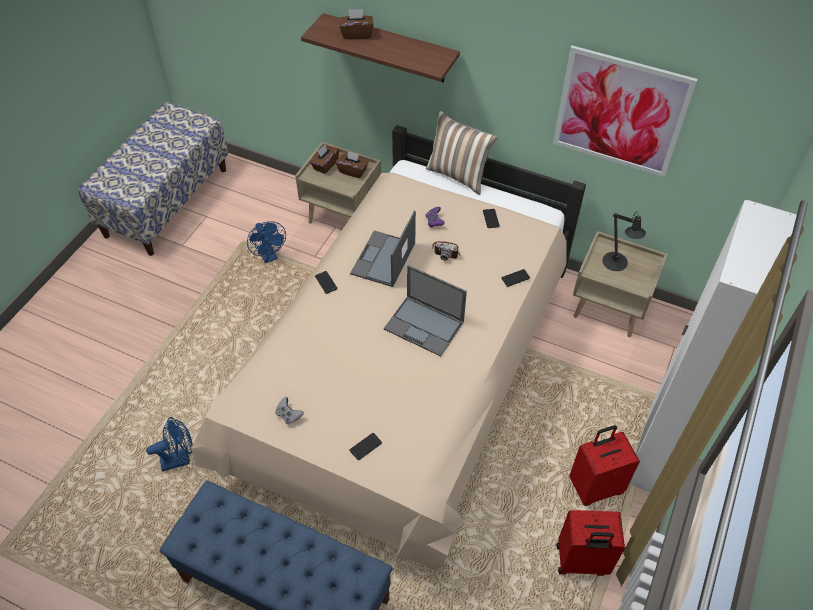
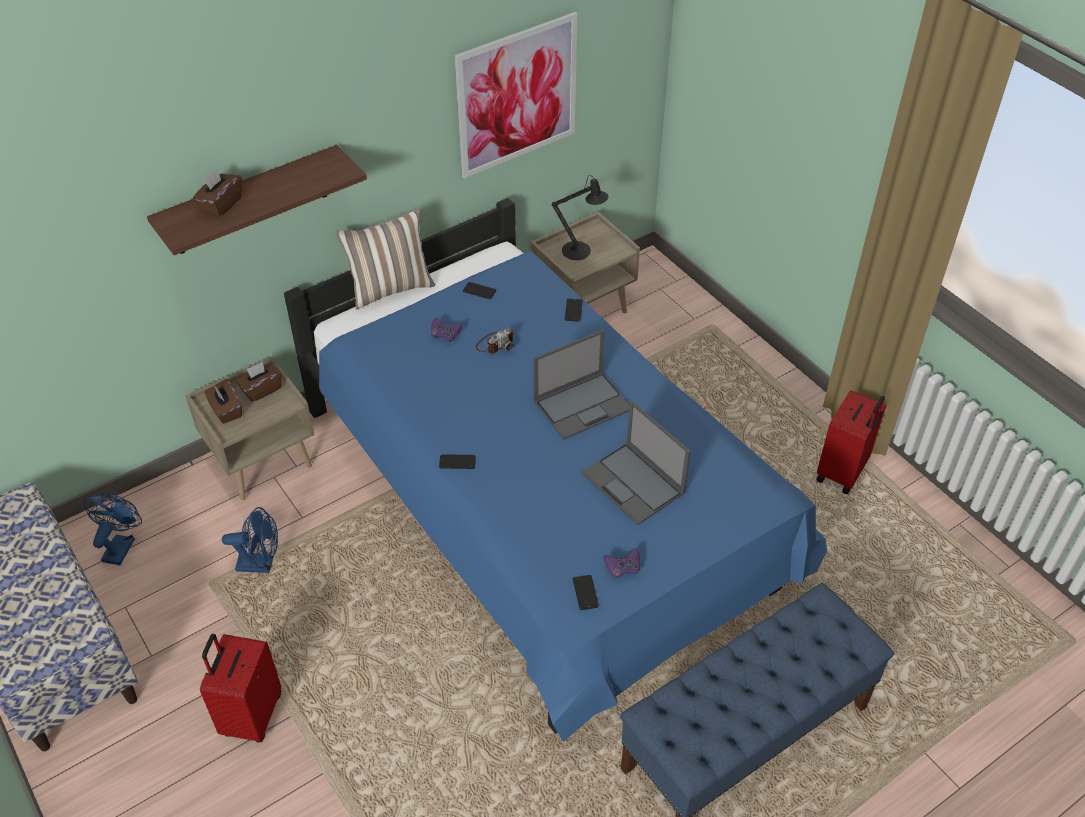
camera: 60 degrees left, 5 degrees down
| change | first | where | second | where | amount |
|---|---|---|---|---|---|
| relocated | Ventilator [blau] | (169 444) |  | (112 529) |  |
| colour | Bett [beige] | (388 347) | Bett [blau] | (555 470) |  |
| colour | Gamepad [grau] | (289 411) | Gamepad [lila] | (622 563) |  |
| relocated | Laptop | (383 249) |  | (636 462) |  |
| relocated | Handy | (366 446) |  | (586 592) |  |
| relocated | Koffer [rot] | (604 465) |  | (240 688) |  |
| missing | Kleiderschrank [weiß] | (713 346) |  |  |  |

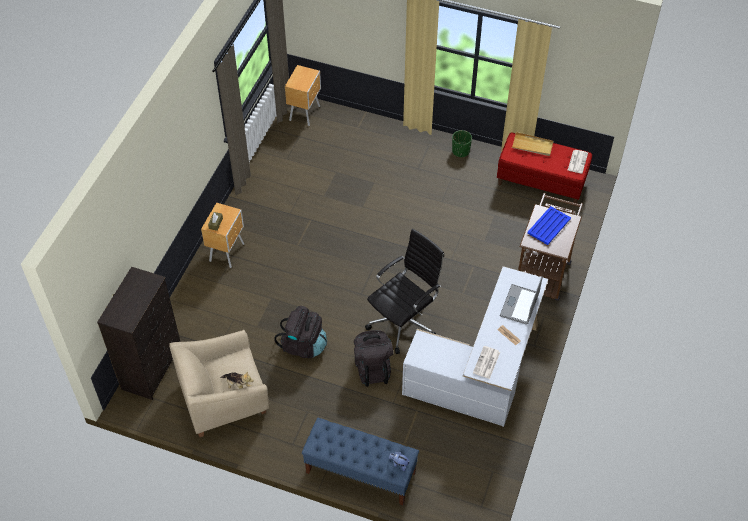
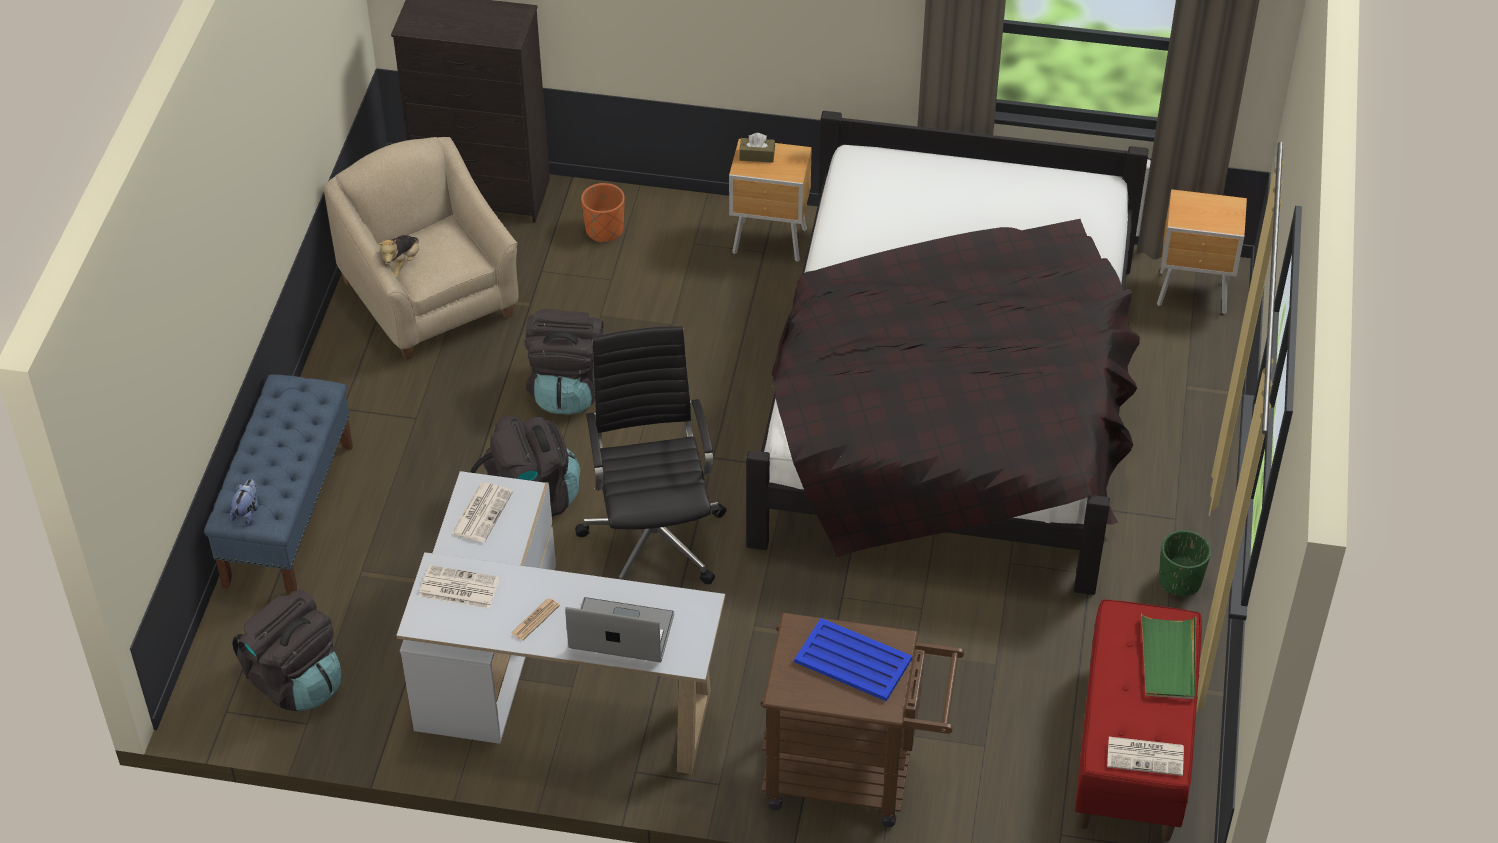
camera: 80 degrees right, 5 degrees down
| change | first | where | second | where | amount |
|---|---|---|---|---|---|
| spun | Bürostuhl [schwarz] | (404 291) |  | (651 455) | 135 degrees counterclockwise |
| colour | Tablett [beige] | (532 144) | Tablett [grün] | (1168 656) |  |
| appeared |  |  | Rucksack [schwarz] | (286 650) |  |
| appeared |  |  | Zeitung | (482 513) |  |
| appeared |  |  | Pflanzkübel [orange] | (603 213) |  |
| appeared |  |  | Bett [schwarz] | (947 353) |  |

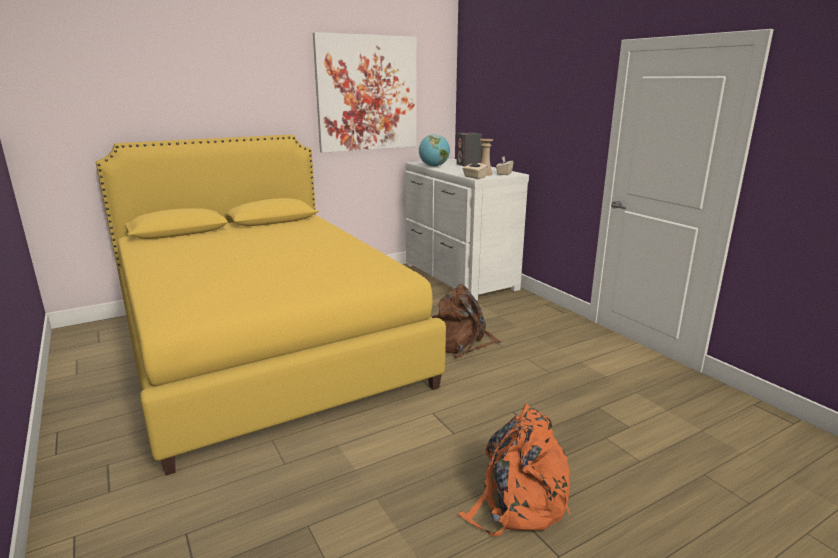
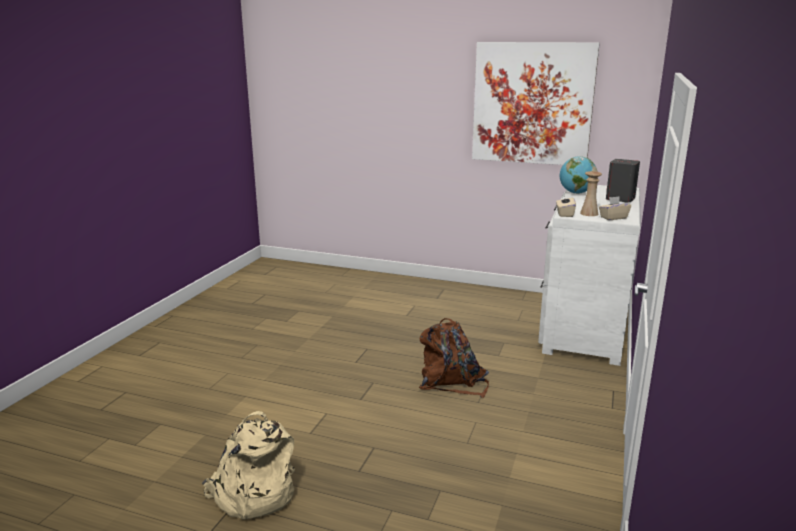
camera: 50 degrees right, 0 degrees up
| change | first | where | second | where | amount |
|---|---|---|---|---|---|
| missing | Bett [gelb] | (271 305) |  |  |  |
| colour | Rucksack [orange] | (514 470) | Rucksack [beige] | (248 465) |  |

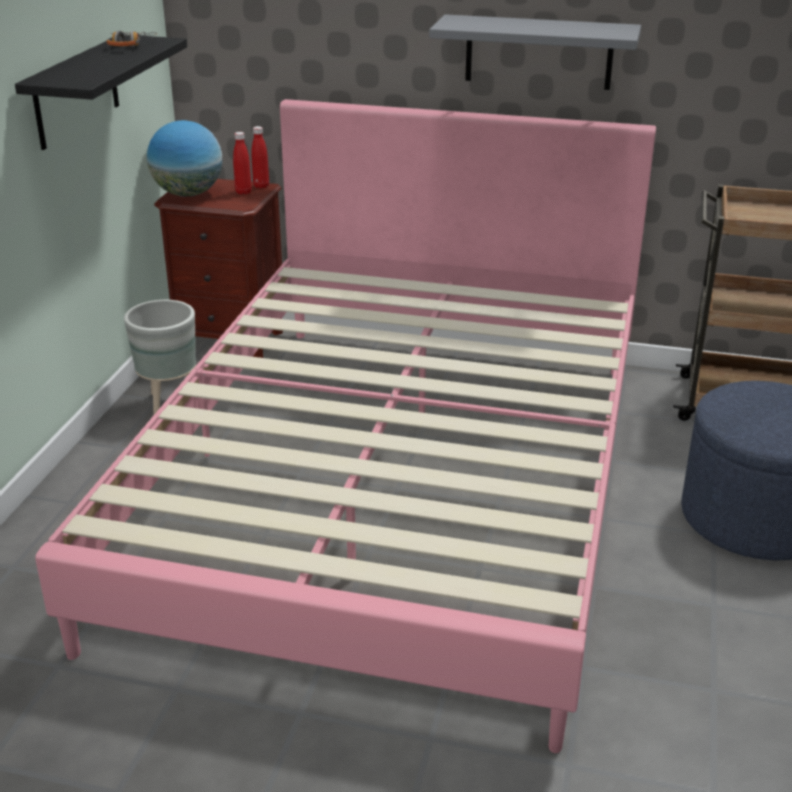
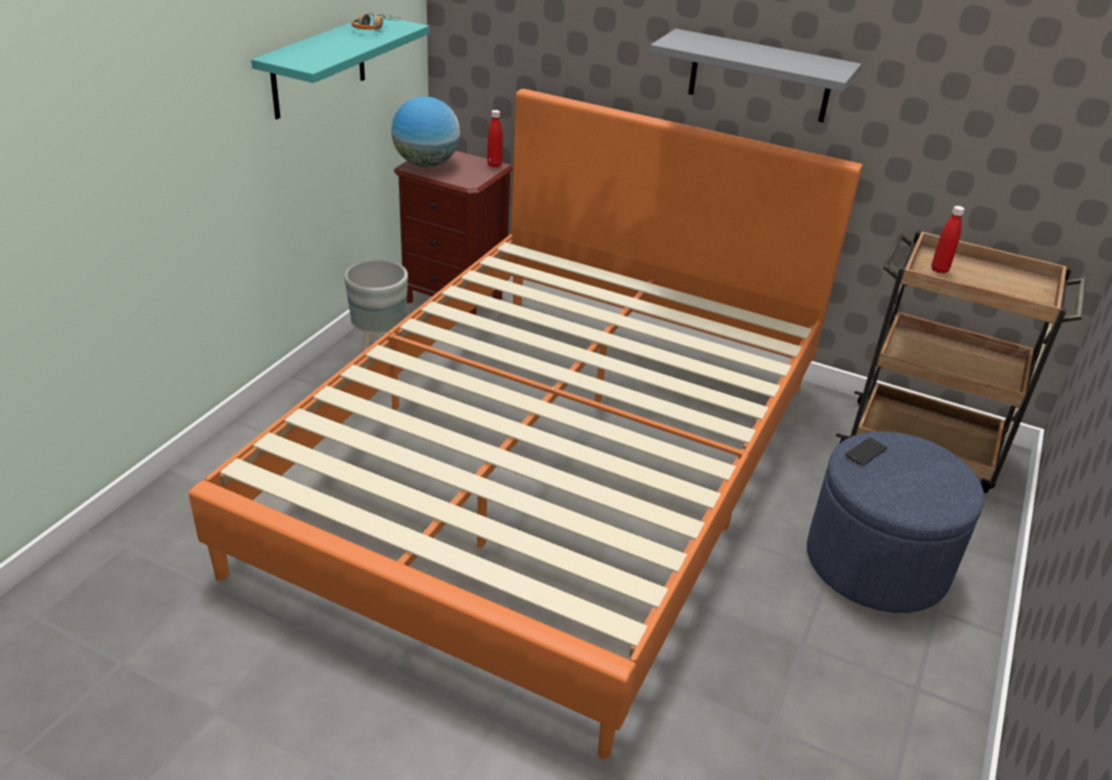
camera: 10 degrees right, 5 degrees up
| change | first | where | second | where | amount |
|---|---|---|---|---|---|
| colour | Wandregal [schwarz] | (101 92) | Wandregal [türkis] | (340 66) |  |
| colour | Bett [rosa] | (345 426) | Bett [orange] | (526 423) |  |
| relocated | Flasche [rot] | (242 163) |  | (948 240) |  |
| appeared |  |  | Handy | (866 451) |  |

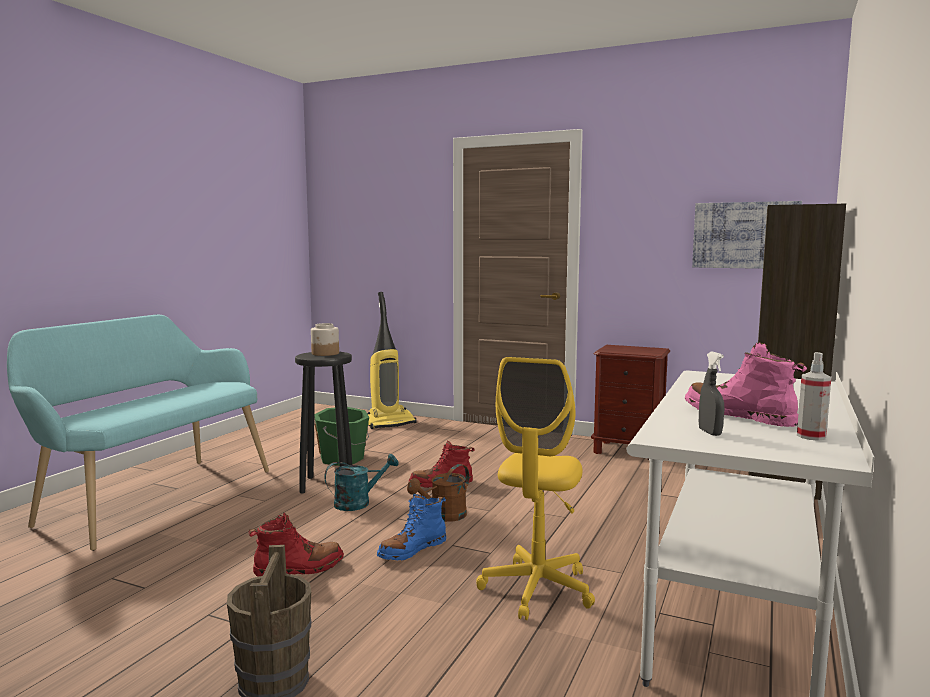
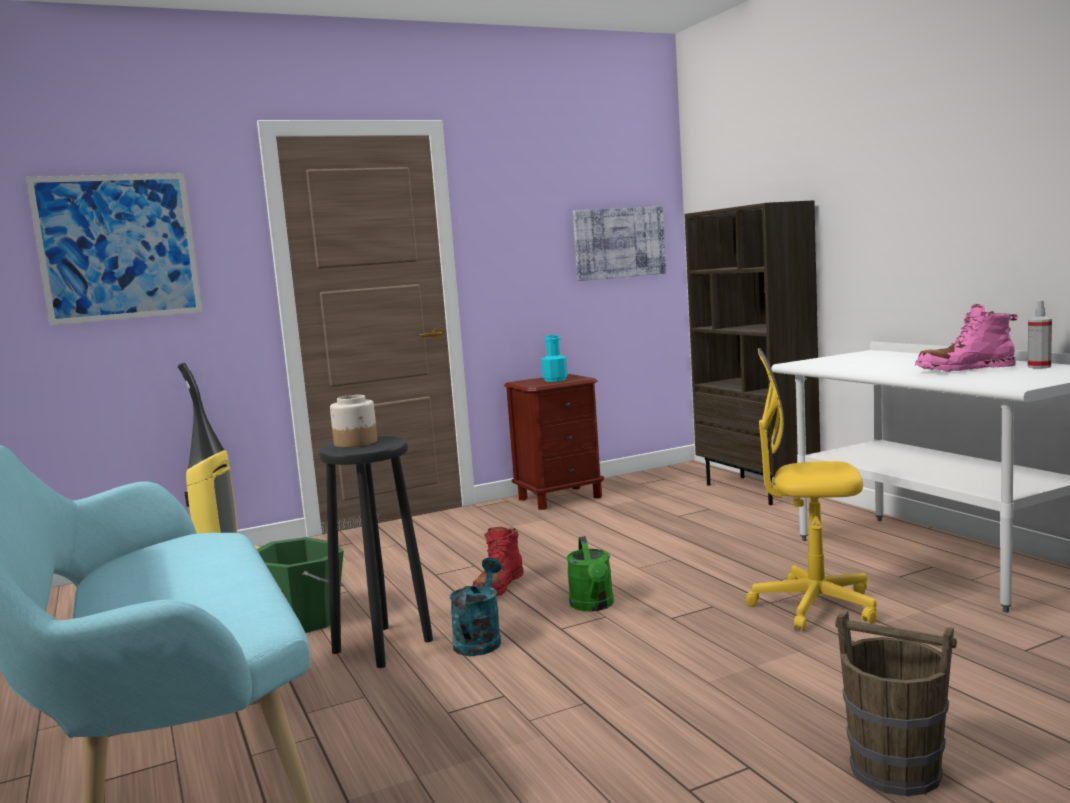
camera: 50 degrees left, 0 degrees up
| change | first | where | second | where | amount |
|---|---|---|---|---|---|
| missing | Stiefel [rot] | (296 544) |  |  |  |
| missing | Stiefel [blau] | (411 527) |  |  |  |
| colour | Gießkanne [braun] | (438 493) | Gießkanne [grün] | (590 574) |  |
| spun | Bürostuhl [gelb] | (535 488) |  | (811 489) | 135 degrees clockwise |
| missing | Sprühflasche [grau] | (711 394) |  |  |  |
| appeared |  |  | Bild | (114 249) |  |
| appeared |  |  | Flasche [türkis] | (554 358) |  |

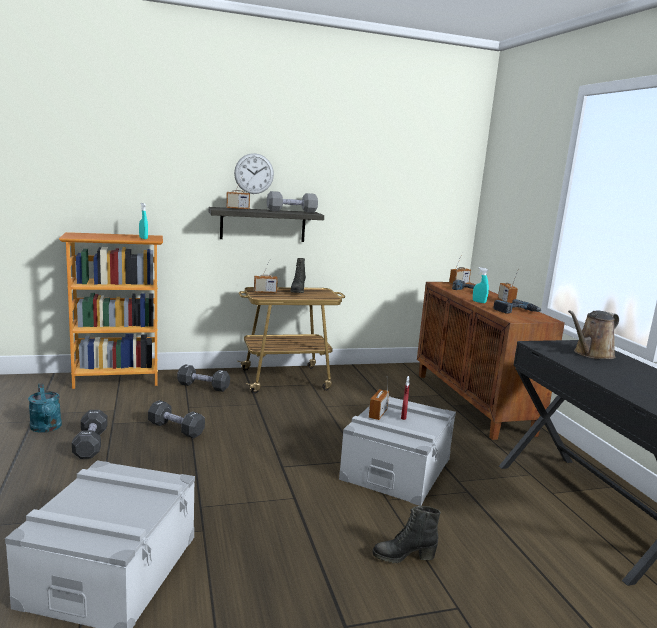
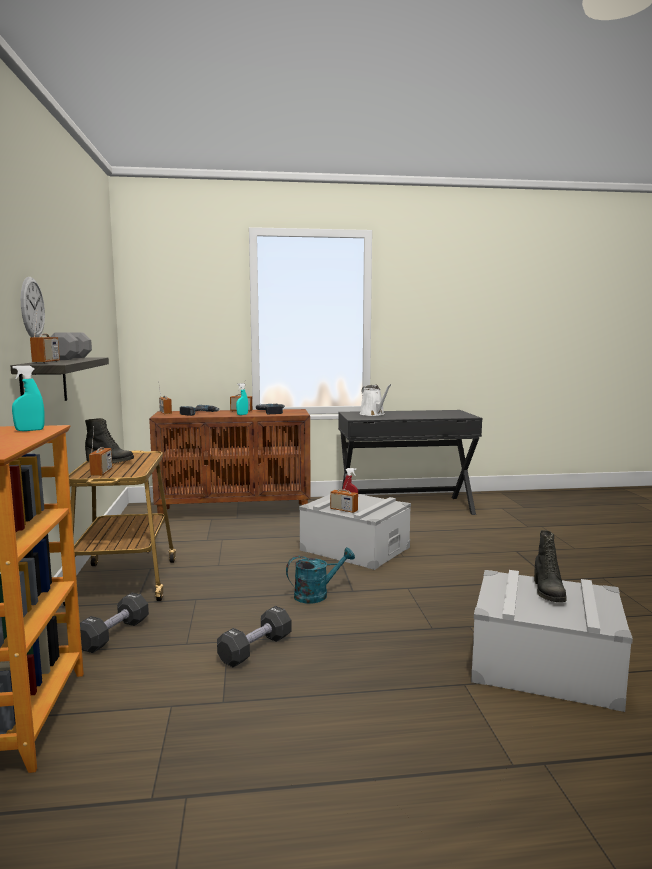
camera: 80 degrees left, 5 degrees down
| change | first | where | second | where | amount |
|---|---|---|---|---|---|
| relocated | Gießkanne [türkis] | (45 408) |  | (320 576) |  |
| missing | Hantel [schwarz] | (90 434) |  |  |  |
| relocated | Stiefel [schwarz] | (406 534) |  | (550 566) |  |
| colour | Gießkanne [braun] | (593 334) | Gießkanne [weiß] | (375 400) |  |

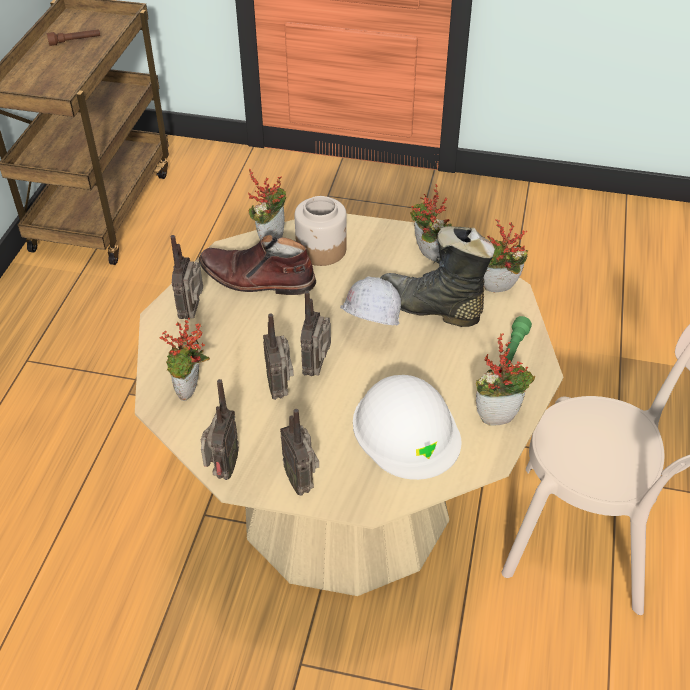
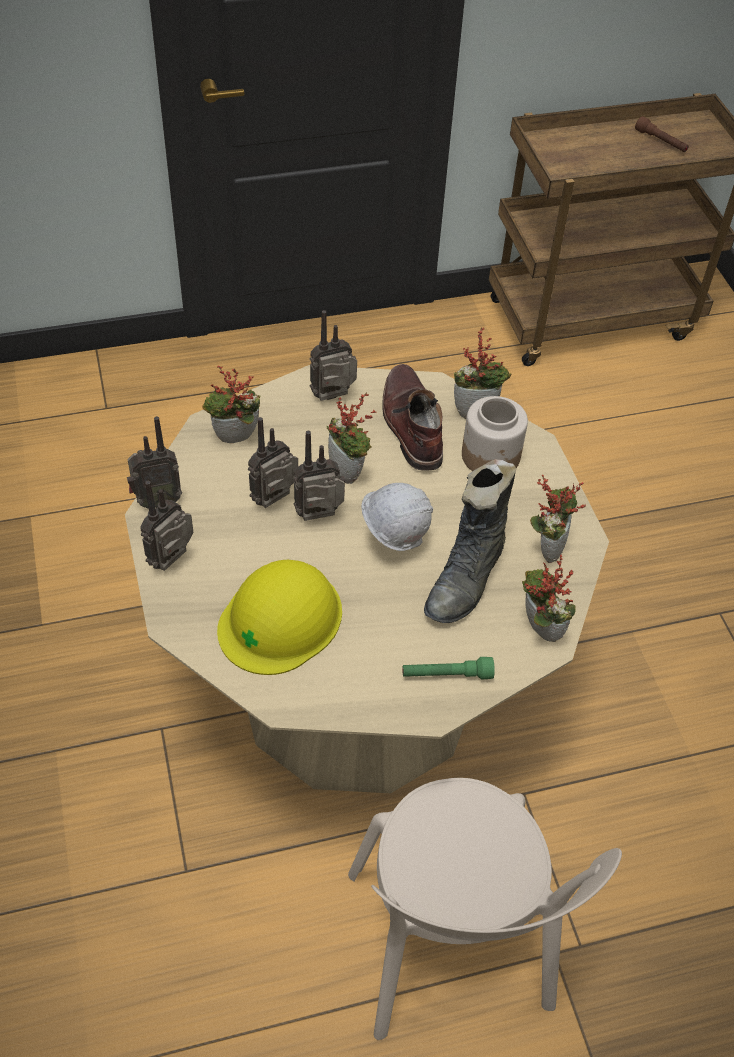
camera: 60 degrees right, 5 degrees up
| change | first | where | second | where | amount |
|---|---|---|---|---|---|
| colour | Schutzhelm [weiß] | (407 427) | Schutzhelm [gelb] | (279 617) |  |
| spun | Stiefel [schwarz] | (438 276) |  | (470 541) | 150 degrees counterclockwise |
| relocated | Topfpflanze | (505 379) |  | (351 438) |  |

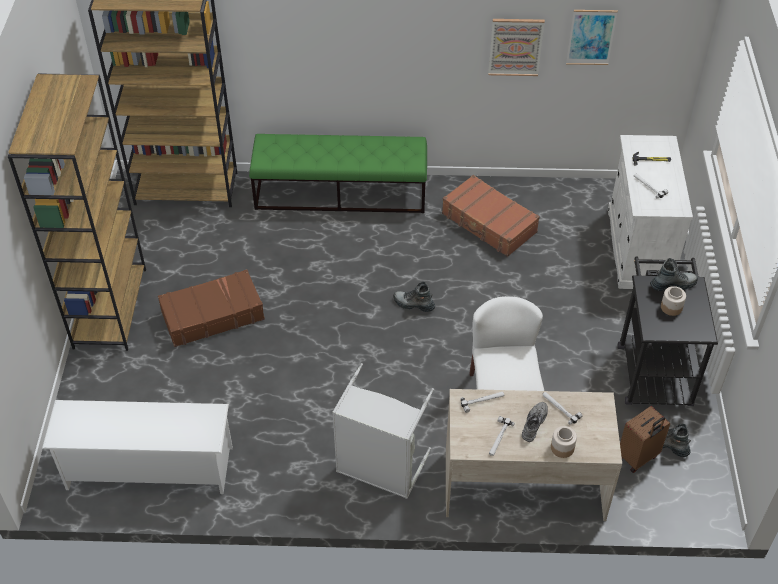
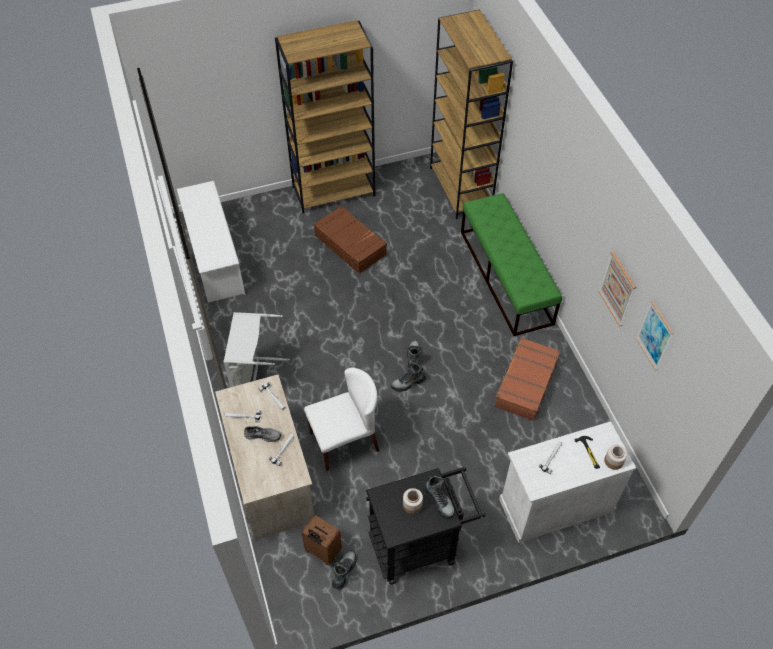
camera: 70 degrees right, 5 degrees up
| change | first | where | second | where | amount |
|---|---|---|---|---|---|
| relocated | Vorratsglas | (564 442) |  | (615 457) |  |
| appeared |  |  | Stiefel | (408 377) |  |

